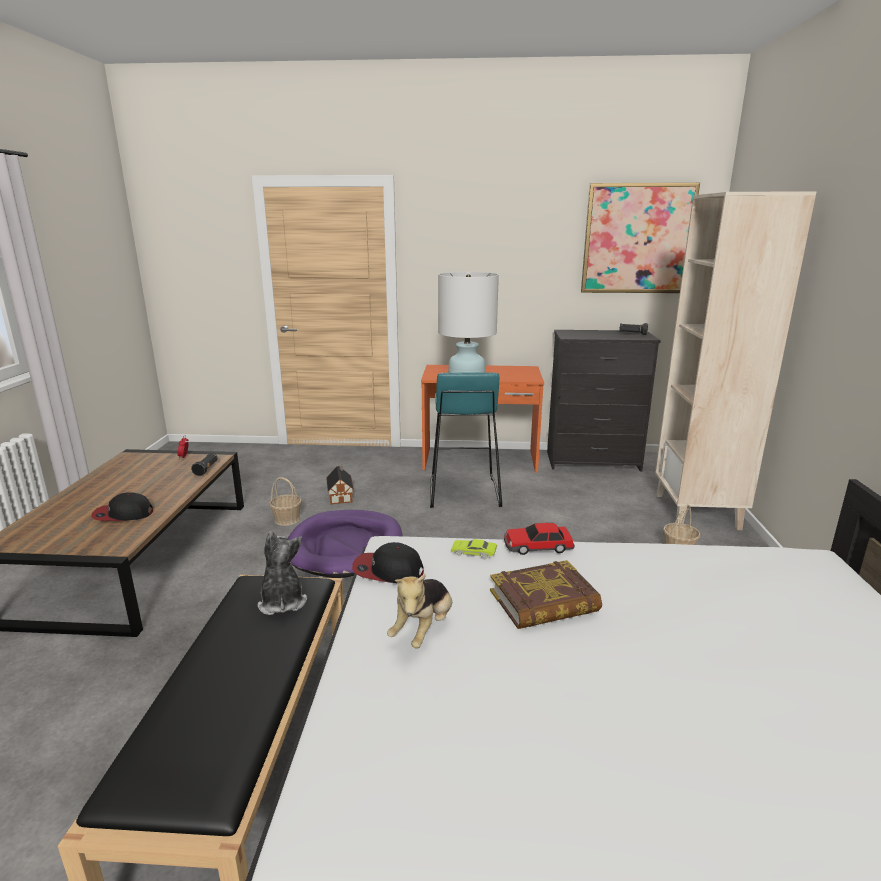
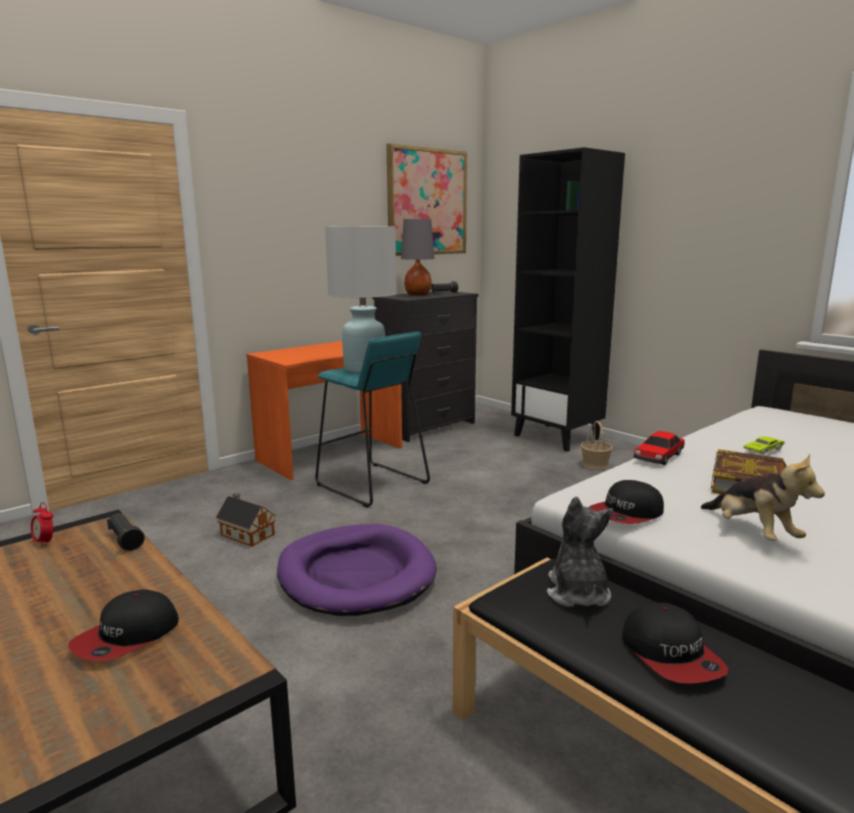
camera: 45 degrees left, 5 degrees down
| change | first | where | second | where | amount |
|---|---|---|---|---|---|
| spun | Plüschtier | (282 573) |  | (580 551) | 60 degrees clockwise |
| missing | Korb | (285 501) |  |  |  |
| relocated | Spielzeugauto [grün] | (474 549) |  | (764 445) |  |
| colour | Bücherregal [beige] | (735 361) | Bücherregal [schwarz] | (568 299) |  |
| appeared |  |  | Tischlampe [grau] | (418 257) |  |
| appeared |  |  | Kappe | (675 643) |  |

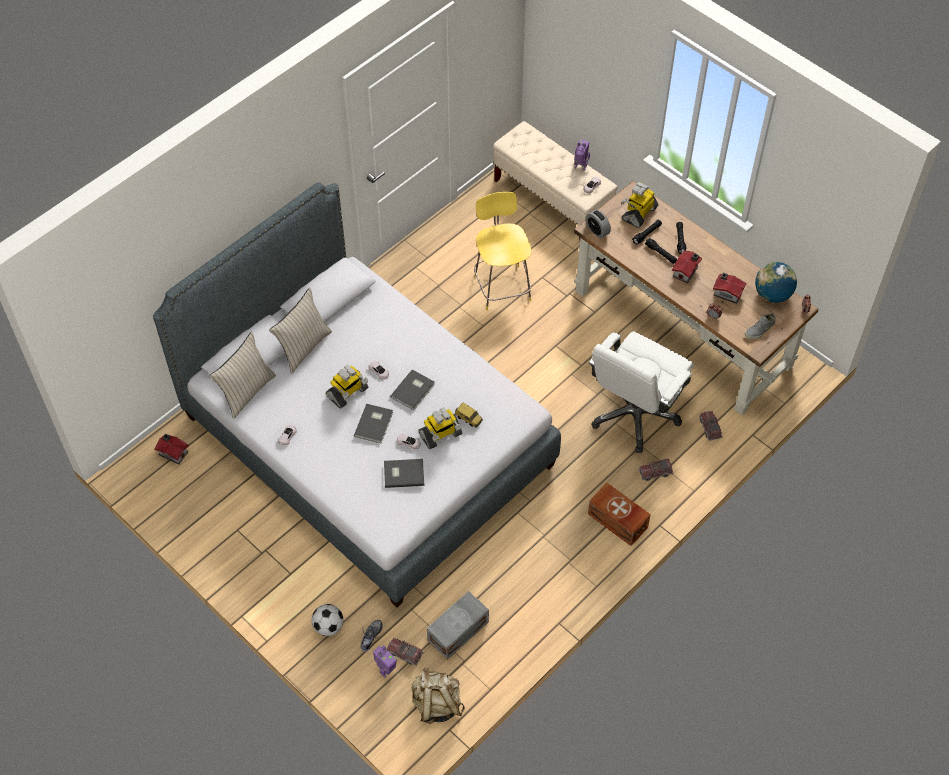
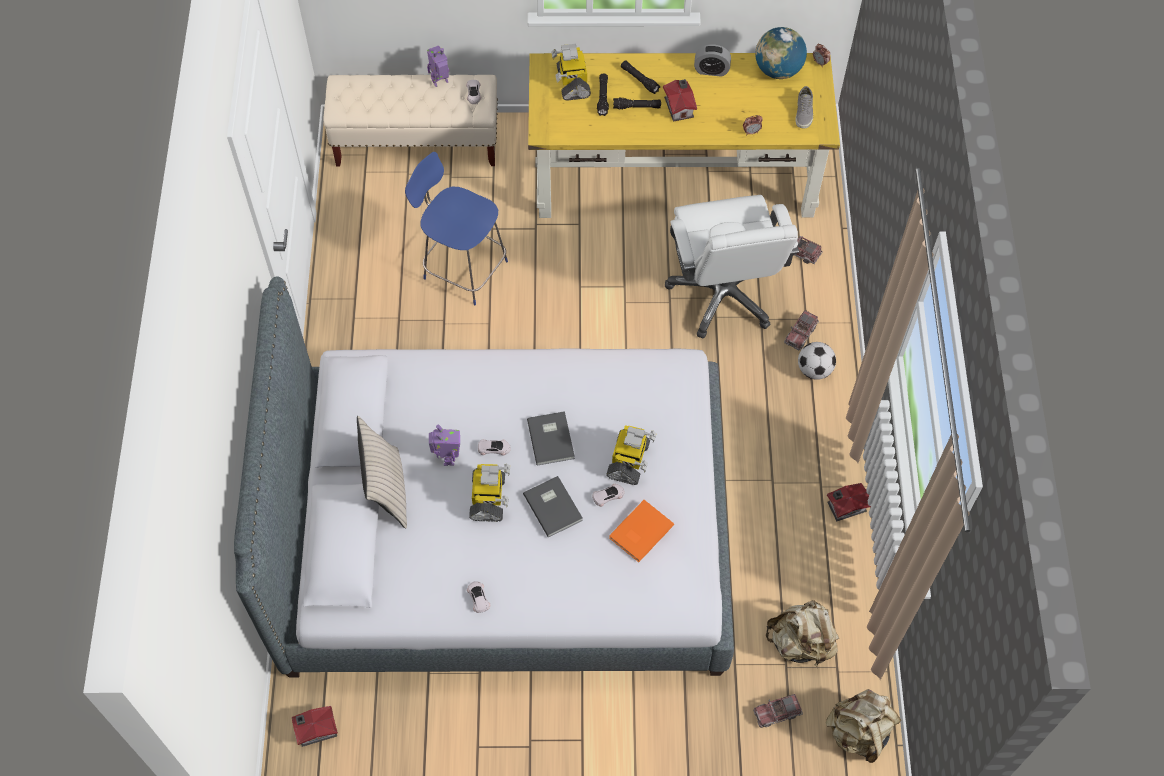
camera: 45 degrees left, 5 degrees up
| change | first | where | second | where | amount |
|---|---|---|---|---|---|
| missing | Kissen [beige] | (242 375) |  |  |  |
| relocated | Fußball | (328 620) |  | (817 361) |  |
| missing | Schuh | (372 636) |  |  |  |
| relocated | Spielzeugroboter | (385 661) |  | (444 445) |  |
| colour | Buch [grau] | (404 473) | Buch [orange] | (641 531) |  |
| exchanged | Aufbewahrungsbox [grau] | (458 625) | Rucksack [beige] | (802 633) |  |
| missing | Spielzeugauto | (469 415) |  |  |  |
| colour | Hocker [gelb] | (502 251) | Hocker [blau] | (456 228) |  |
| colour | Schreibtisch [braun] | (696 298) | Schreibtisch [gelb] | (684 135) |  |
| relocated | Wecker | (598 224) |  | (712 60) |  |
| missing | Aufbewahrungsbox [braun] | (619 514) |  |  |  |
| relocated | Spielzeughaus | (729 288) |  | (849 502) |  |

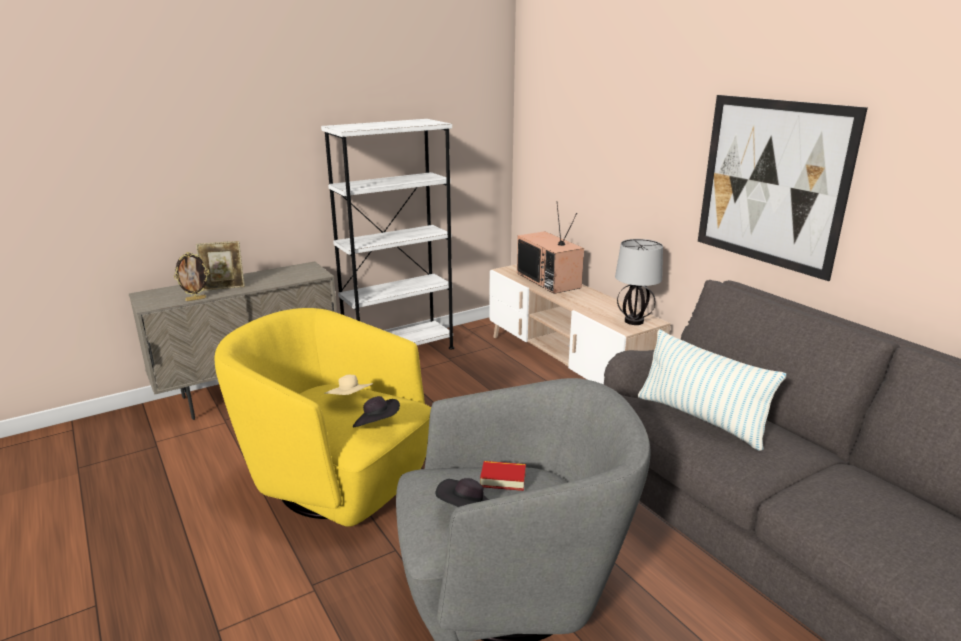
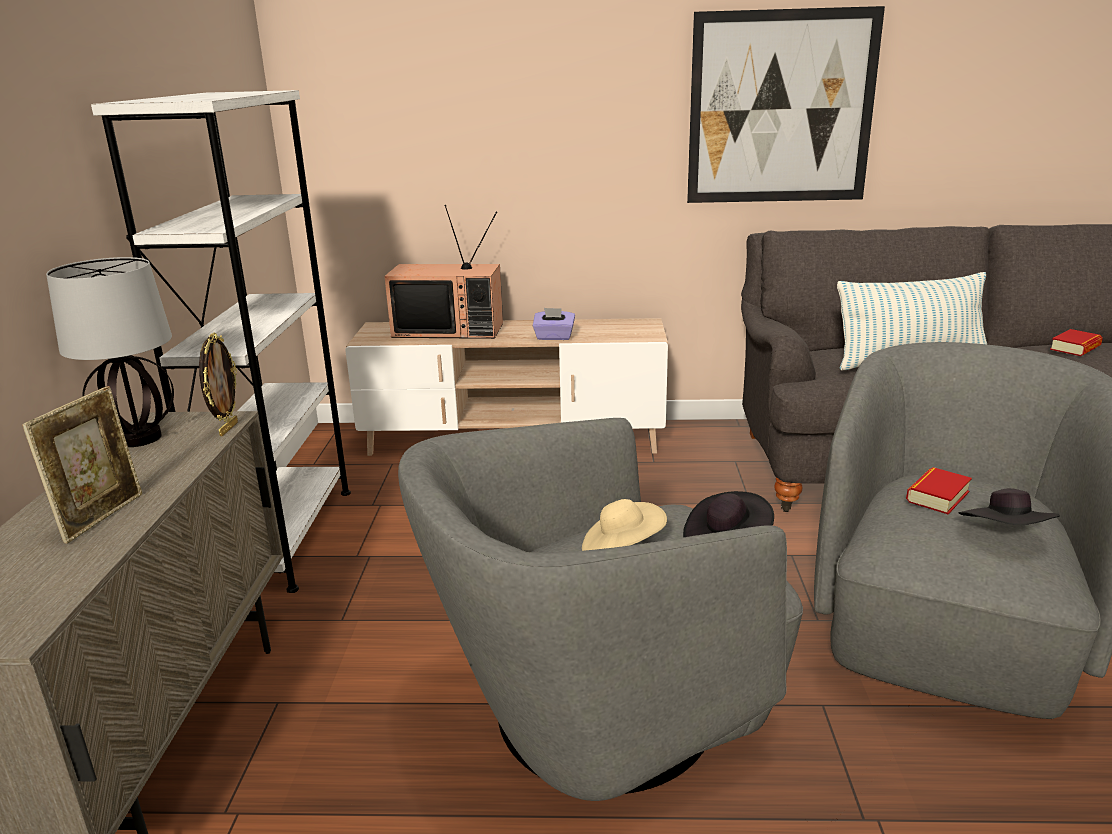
camera: 55 degrees left, 0 degrees up
| change | first | where | second | where | amount |
|---|---|---|---|---|---|
| relocated | Bilderrahmen | (191 276) |  | (218 384) |  |
| colour | Sessel [gelb] | (323 417) | Sessel [grau] | (600 609) |  |
| relocated | Tischlampe | (639 282) |  | (110 352) |  |
| appeared |  |  | Taschentuchbox [lila] | (554 324) |  |
| appeared |  |  | Buch | (1076 342) |  |

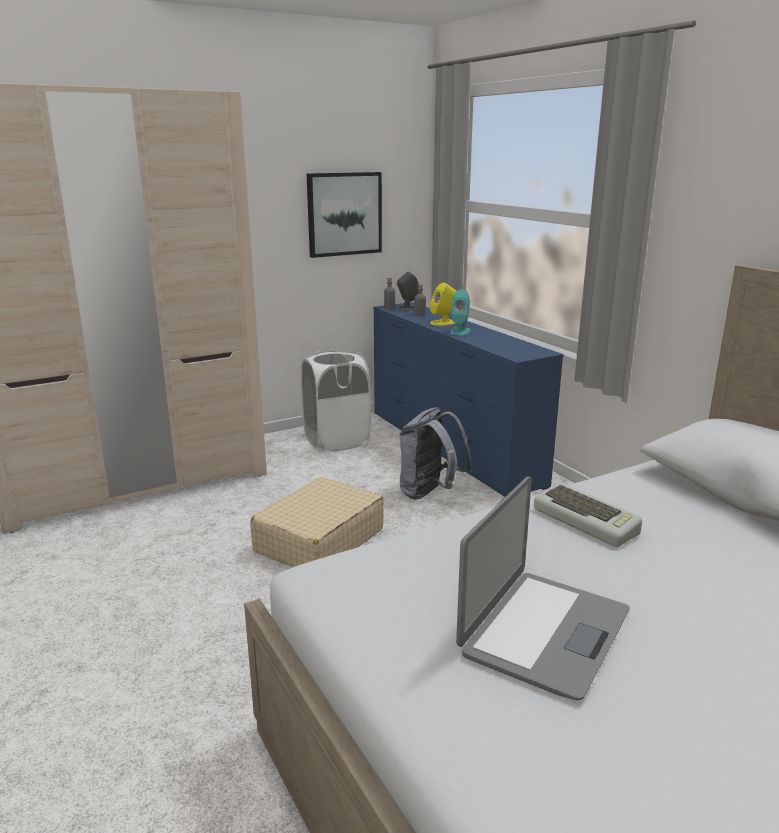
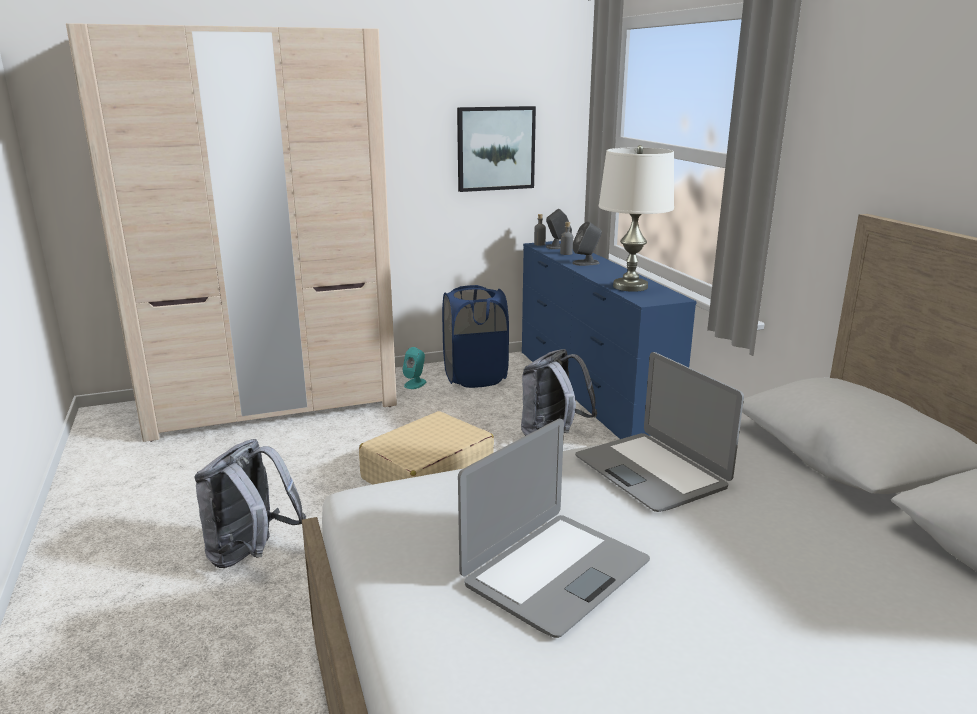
camera: 10 degrees right, 0 degrees up
| change | first | where | second | where | amount |
|---|---|---|---|---|---|
| colour | Wäschekorb [weiß] | (335 400) | Wäschekorb [blau] | (475 336) |  |
| colour | Lautsprecher [gelb] | (443 304) | Lautsprecher [grau] | (587 243) |  |
| relocated | Lautsprecher [türkis] | (460 312) |  | (414 368) |  |
| exchanged | Tastatur | (588 515) | Laptop | (659 432) |  |
| appeared |  |  | Rucksack [grau] | (250 503) |  |
| appeared |  |  | Tischlampe [weiß] | (636 218) |  |

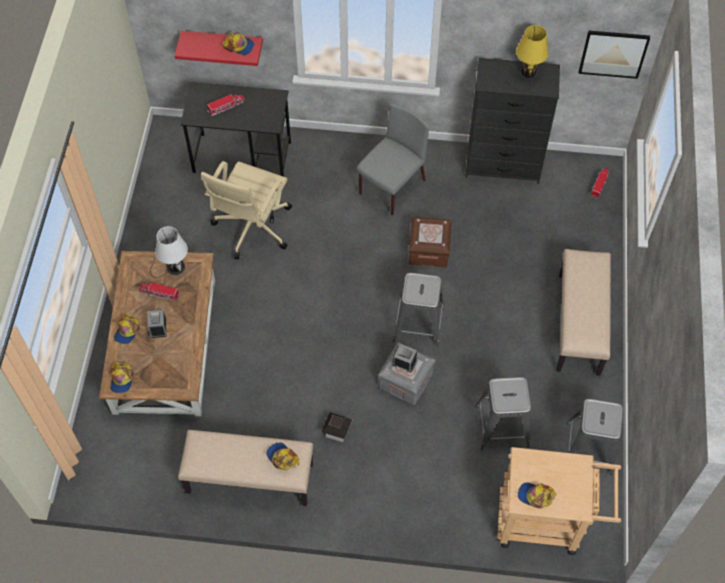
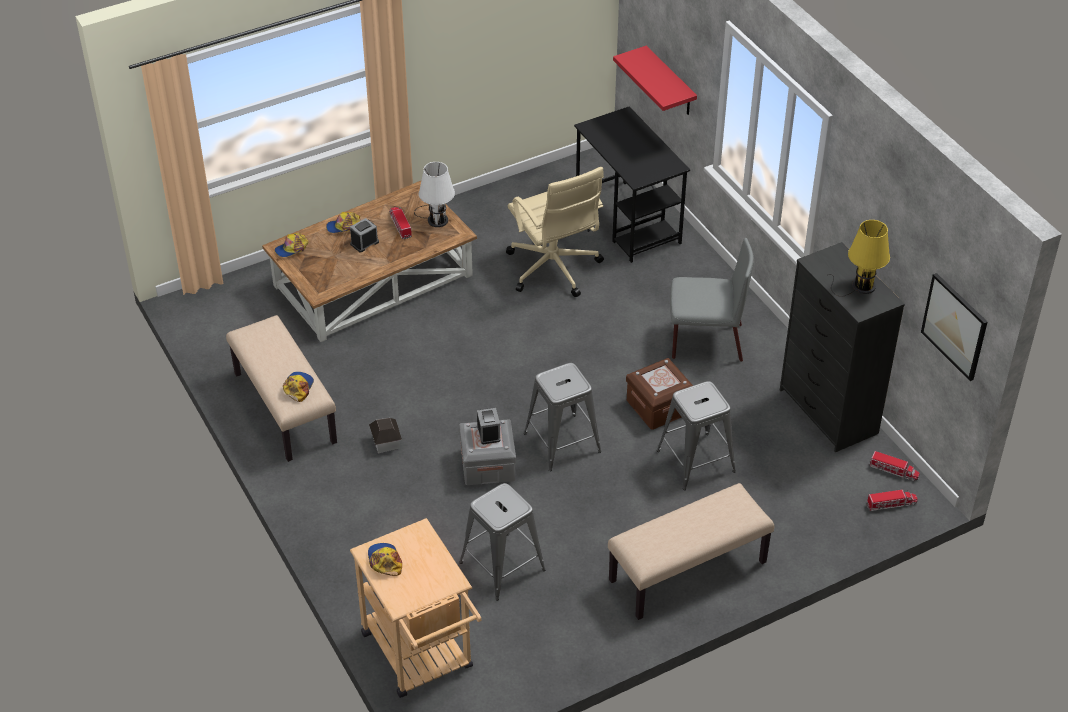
camera: 55 degrees right, 15 degrees down
| change | first | where | second | where | amount |
|---|---|---|---|---|---|
| spun | Bürostuhl [beige] | (246 210) |  | (555 231) | 105 degrees counterclockwise |
| relocated | Spielzeuglaster | (226 105) |  | (894 466) |  |
| missing | Kappe | (238 44) |  |  |  |
| relocated | Hocker [grau] | (595 437) |  | (696 435) |  |

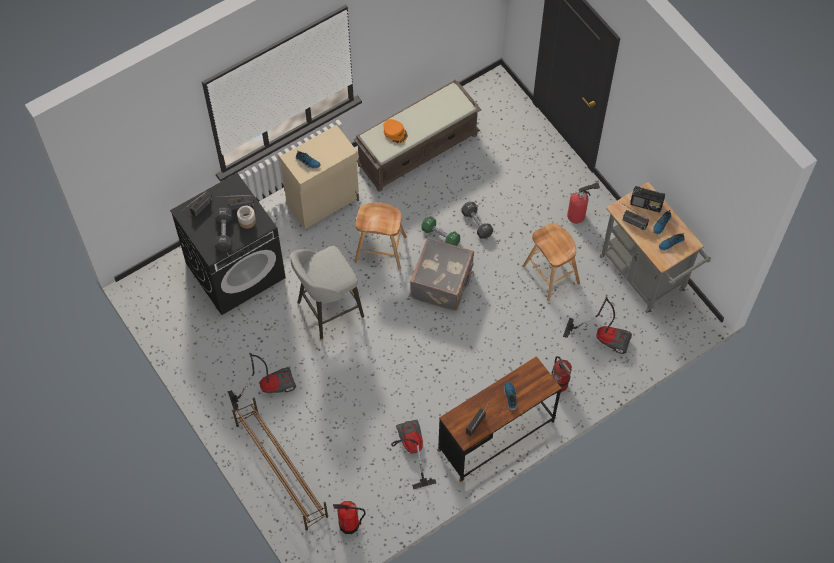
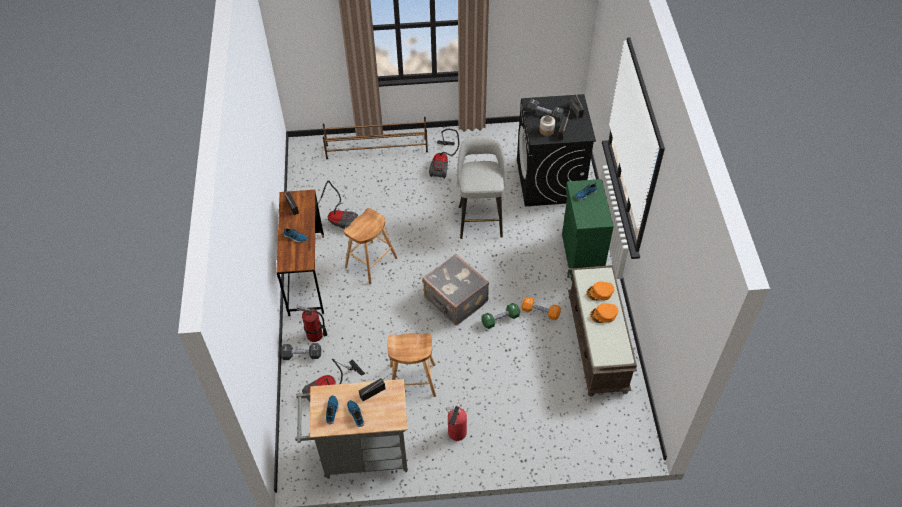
camera: 120 degrees right, 10 degrees down
| change | first | where | second | where | amount |
|---|---|---|---|---|---|
| colour | Schrank [beige] | (319 177) | Schrank [grün] | (588 230) |  |
| missing | Feuerlöscher | (349 517) |  |  |  |
| relocated | Hocker [braun] | (380 235) |  | (370 246) |  |
| relocated | Hantel [schwarz] | (477 220) |  | (300 351) |  |
| missing | Radio | (647 199) |  |  |  |
| appeared |  |  | Hantel [orange] | (541 308) |  |
| appeared |  |  | Kappe [orange] | (604 313) |  |

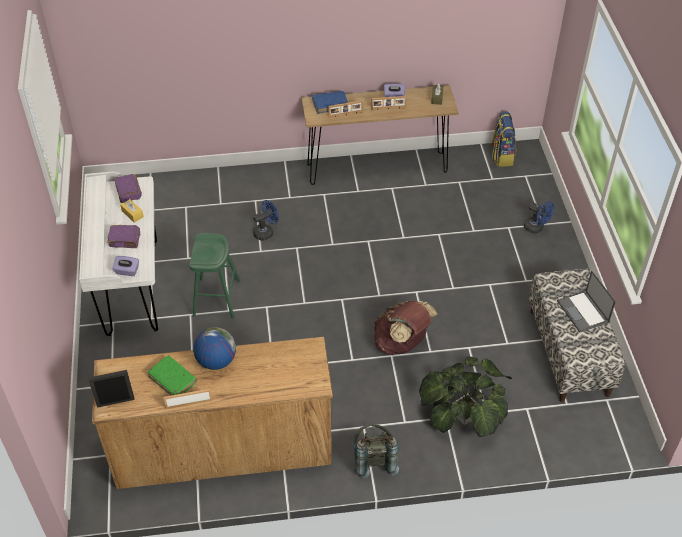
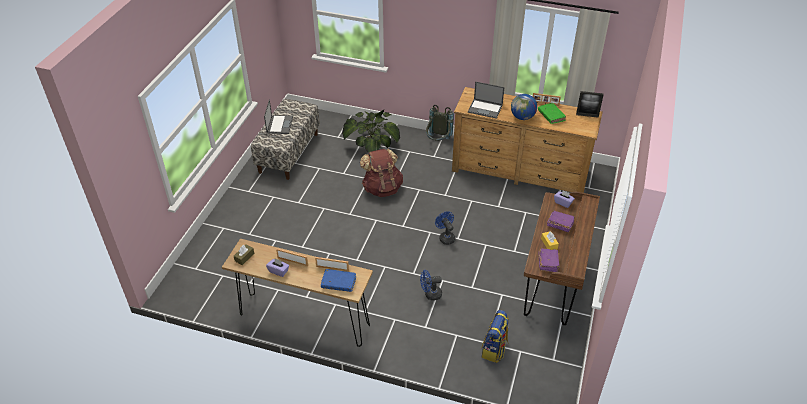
camera: 155 degrees left, 5 degrees down
| change | first | where | second | where | amount |
|---|---|---|---|---|---|
| colour | Schreibtisch [weiß] | (118 254) | Schreibtisch [braun] | (562 258) |  |
| missing | Hocker [grün] | (214 276) |  |  |  |
| relocated | Rucksack | (503 138) |  | (495 336) |  |
| relocated | Ventilator [blau] | (539 217) |  | (445 228) |  |
| appeared |  |  | Laptop | (486 100) |  |

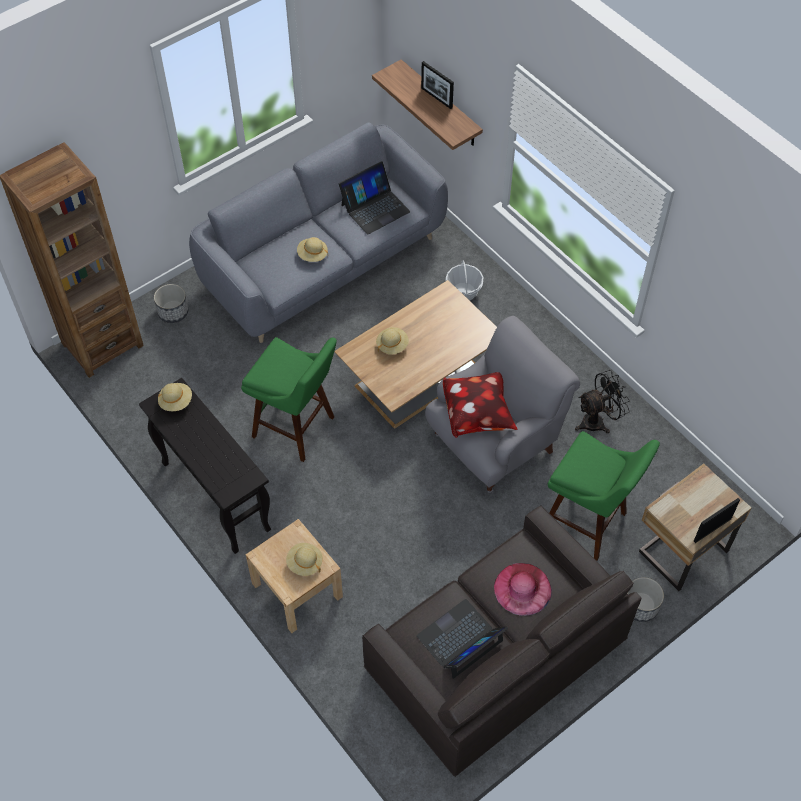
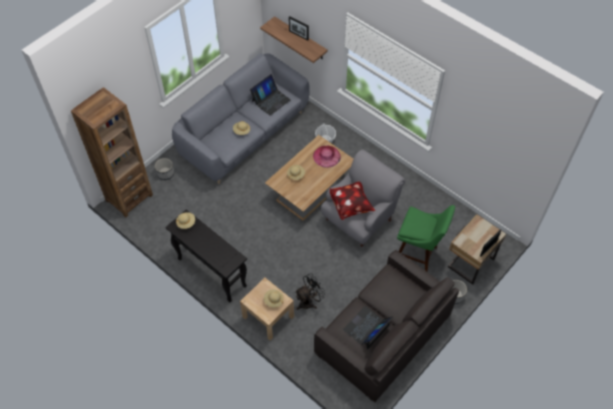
camera: 10 degrees left, 0 degrees up
| change | first | where | second | where | amount |
|---|---|---|---|---|---|
| missing | Hocker [grün] | (289 399) |  |  |  |
| relocated | Hut [rosa] | (523 589) |  | (327 157) |  |
| relocated | Ventilator [schwarz] | (602 402) |  | (310 292) |  |

